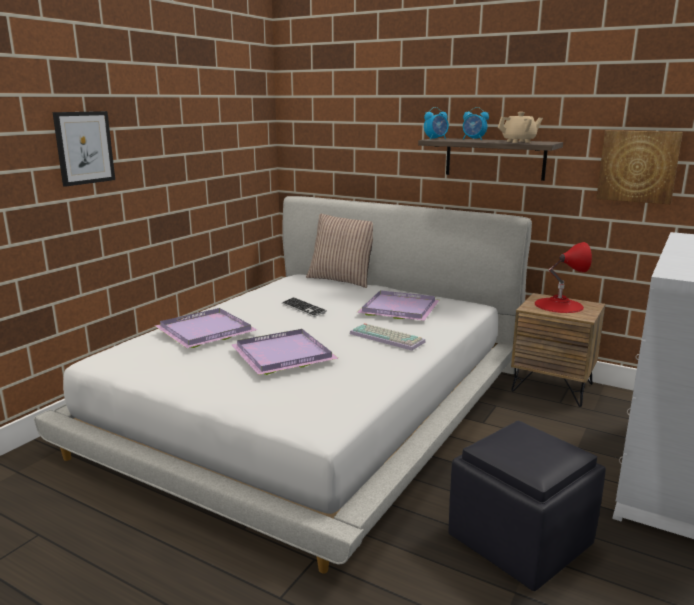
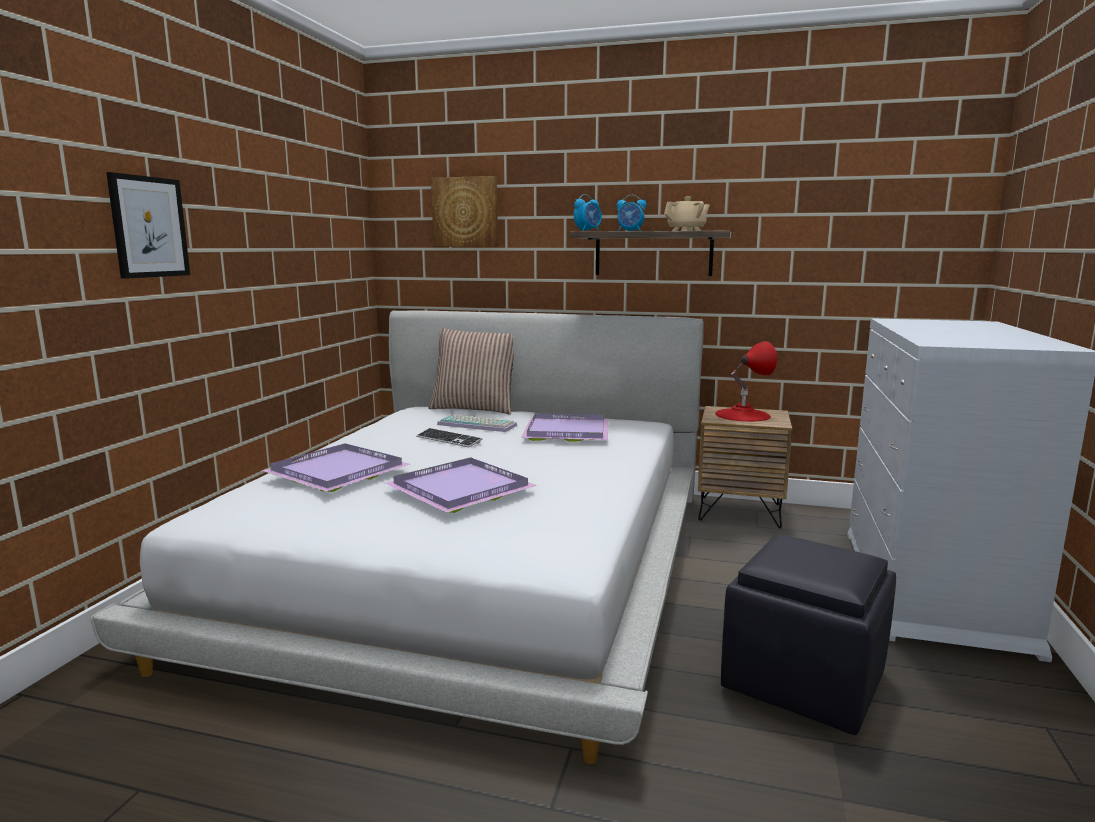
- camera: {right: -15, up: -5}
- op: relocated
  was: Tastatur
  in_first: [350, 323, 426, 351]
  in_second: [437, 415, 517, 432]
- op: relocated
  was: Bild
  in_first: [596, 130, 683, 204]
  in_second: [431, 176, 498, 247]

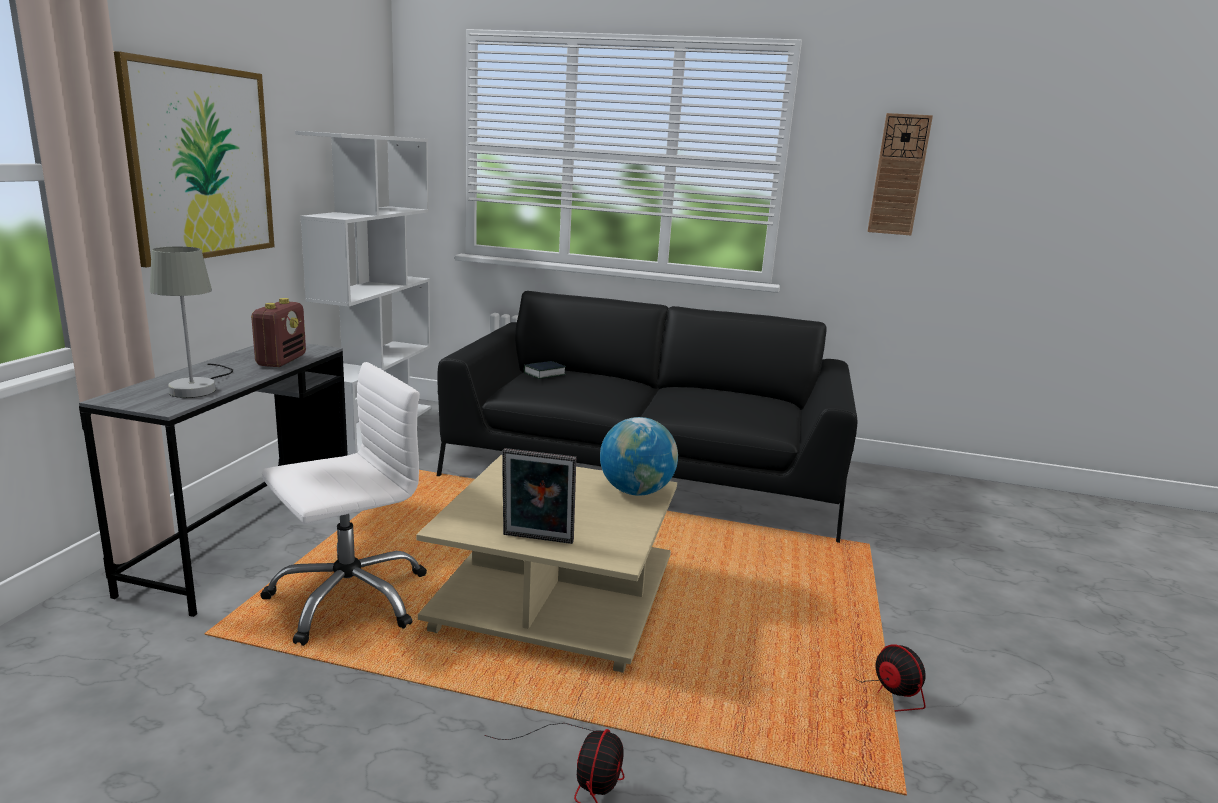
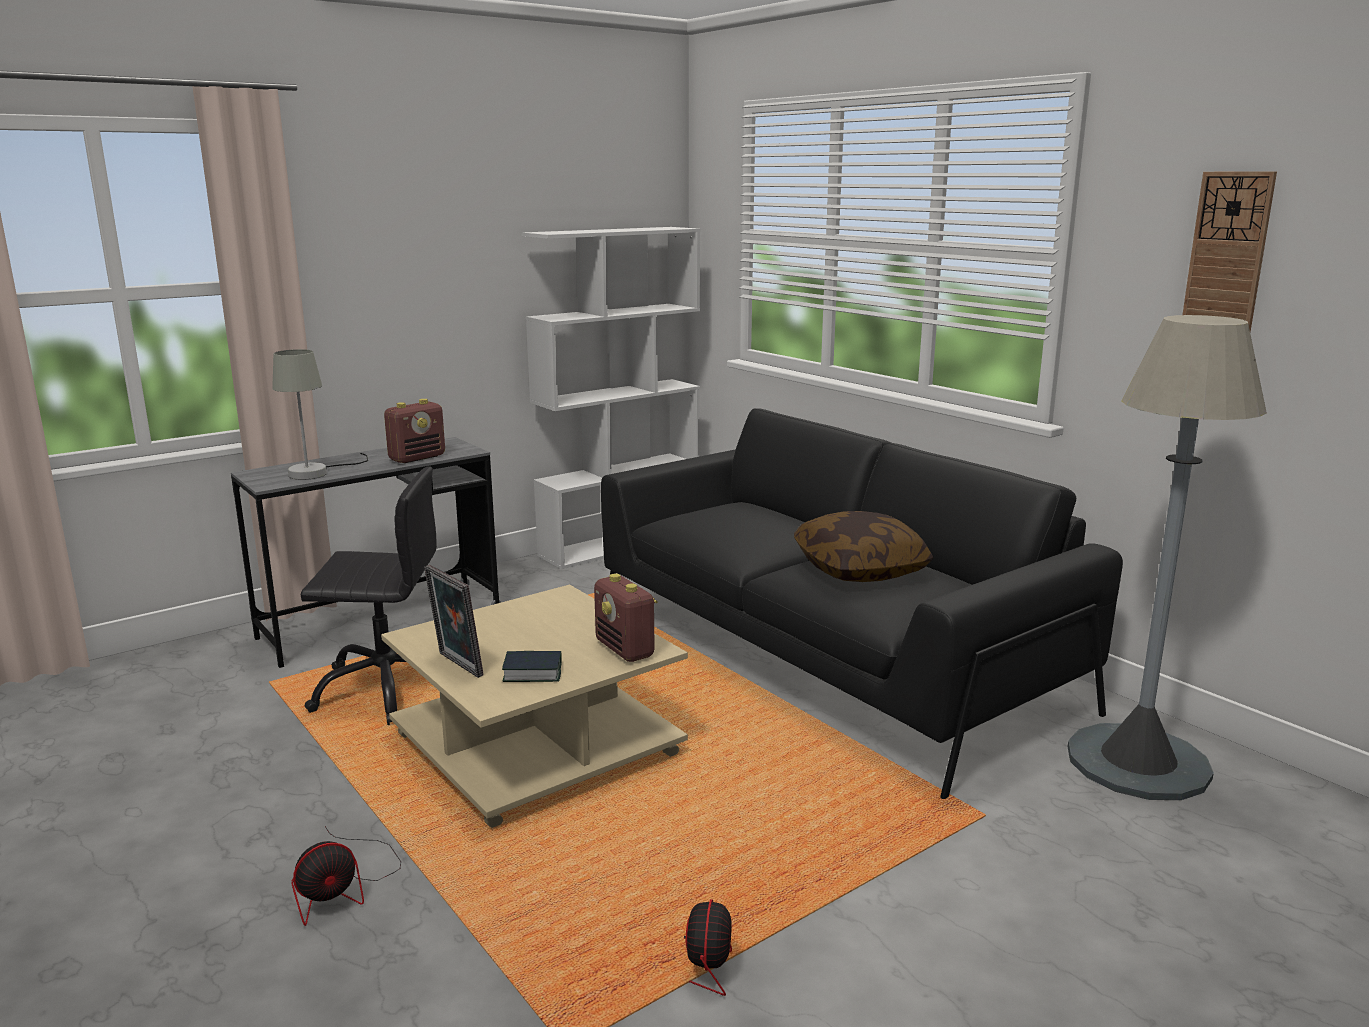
- camera: {right: 40, up: 0}
- op: missing
  was: Bild
  in_first: [114, 51, 275, 268]
- op: colour
  was: Bürostuhl (weiß)
  now: Bürostuhl (schwarz)
  in_first: [260, 362, 427, 646]
  in_second: [300, 466, 437, 725]
- op: relocated
  was: Buch
  in_first: [524, 361, 566, 379]
  in_second: [502, 651, 562, 682]
- op: exchanged
  was: Globus
  now: Radio
  in_first: [600, 417, 678, 496]
  in_second: [594, 573, 658, 662]
- op: appeared
  now: Kissen
  in_second: [794, 511, 933, 582]
- op: appeared
  now: Stehlampe (grau)
  in_second: [1068, 315, 1267, 800]

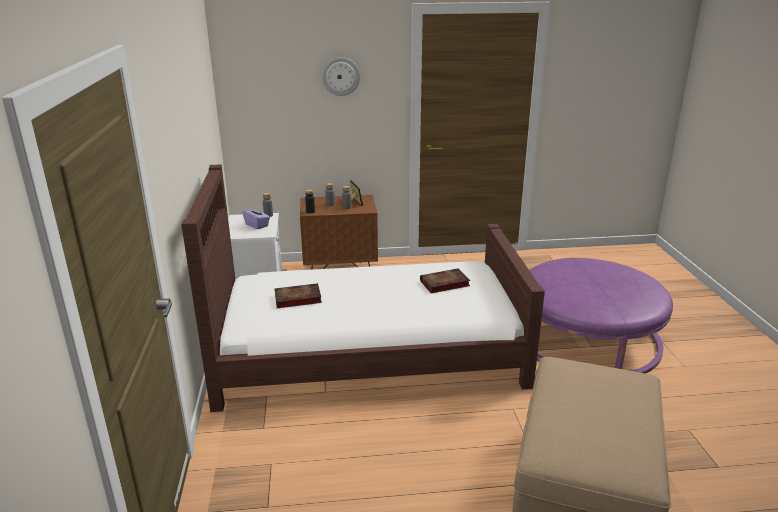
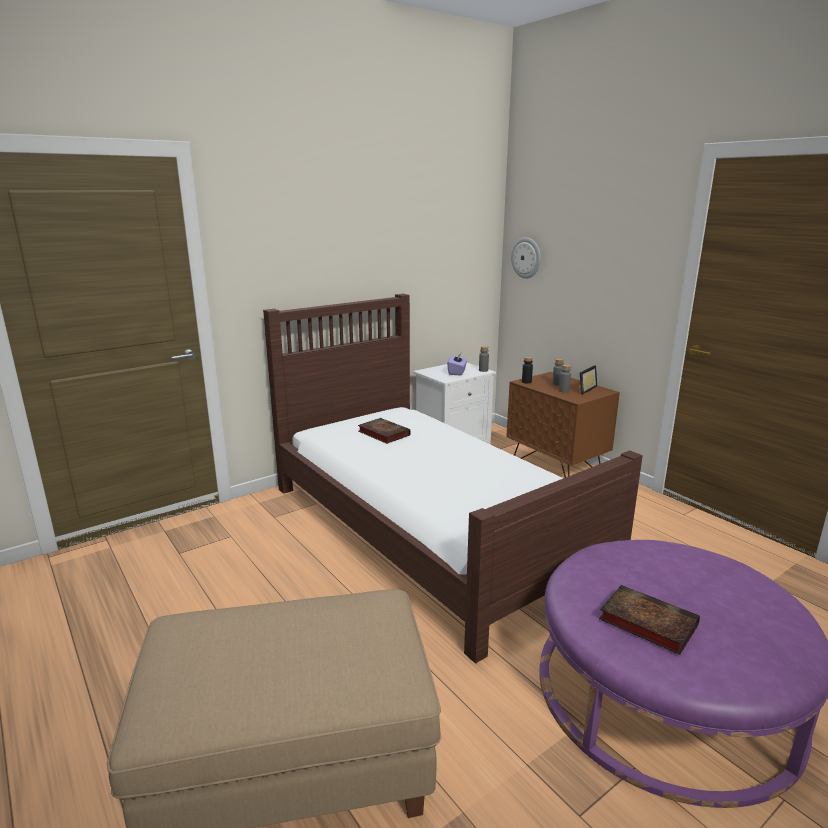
- camera: {right: 60, up: -5}
- op: relocated
  was: Wanduhr
  in_first: [322, 57, 360, 96]
  in_second: [511, 237, 541, 279]
- op: relocated
  was: Buch
  in_first: [420, 268, 470, 293]
  in_second: [599, 585, 700, 655]

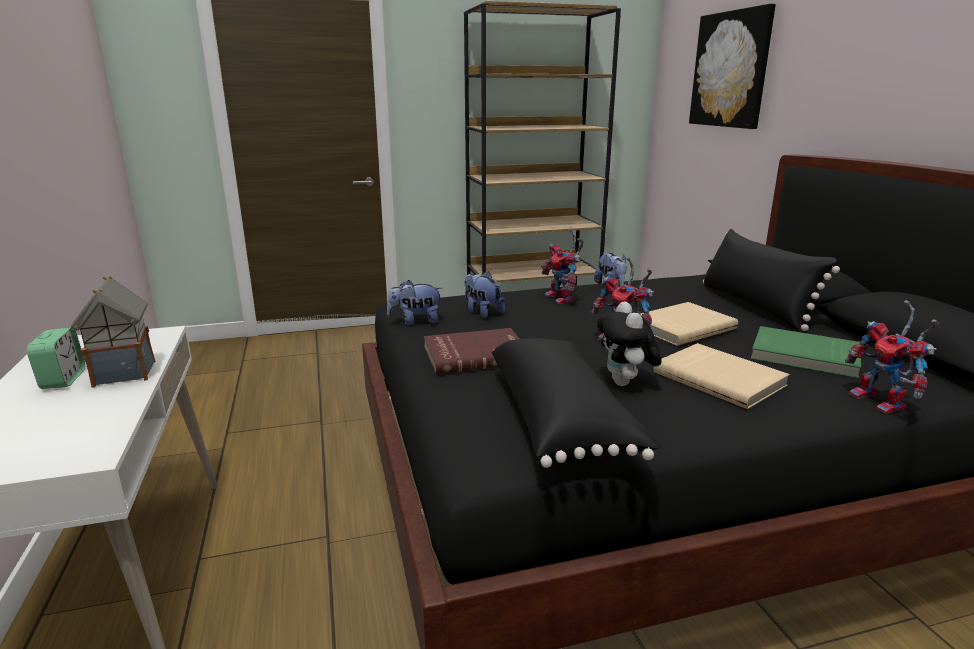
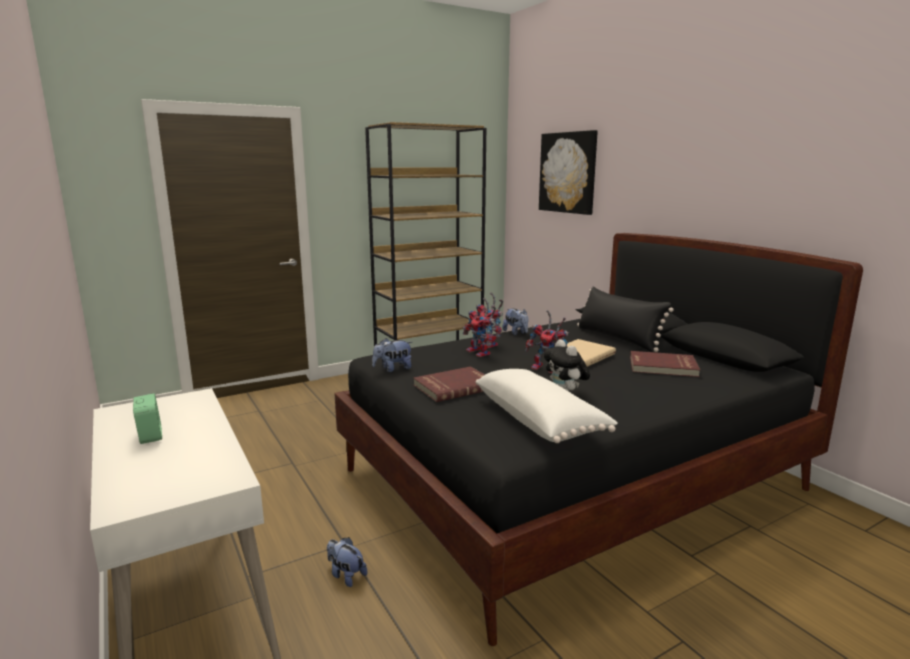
- camera: {right: -15, up: -5}
- op: missing
  was: Spielzeughaus
  in_first: [71, 276, 155, 388]
- op: relocated
  was: Plüschtier
  in_first: [465, 271, 505, 318]
  in_second: [327, 537, 367, 587]
- op: colour
  was: Kissen (schwarz)
  now: Kissen (weiß)
  in_first: [492, 338, 661, 468]
  in_second: [476, 369, 618, 443]
- op: missing
  was: Buch (beige)
  in_first: [654, 343, 790, 409]
- op: colour
  was: Buch (grün)
  now: Buch (rot)
  in_first: [751, 326, 861, 378]
  in_second: [630, 351, 700, 377]
- op: relocated
  was: Spielzeugroboter
  in_first: [845, 300, 939, 413]
  in_second: [463, 298, 496, 357]

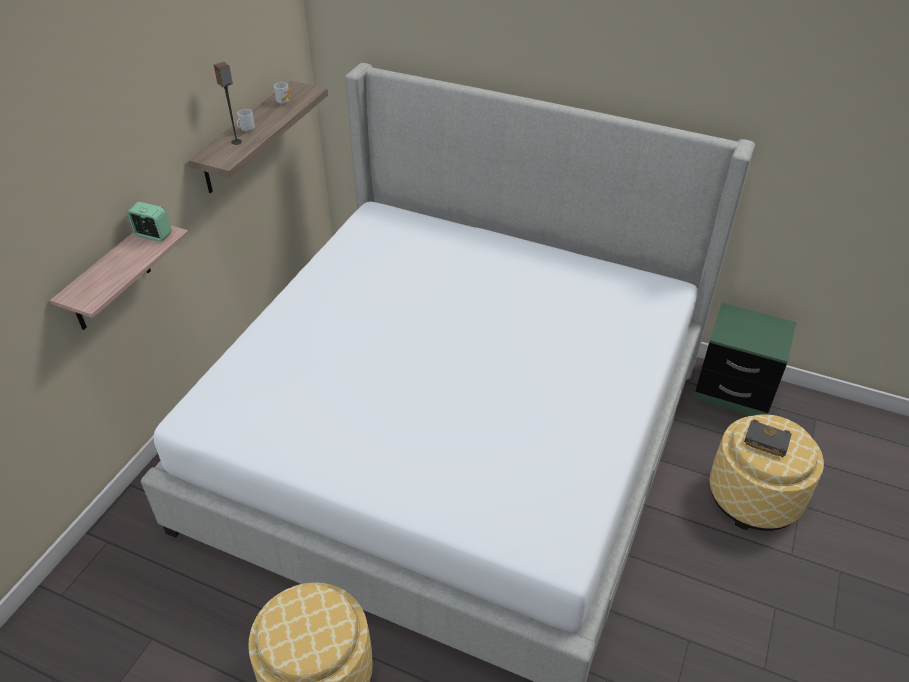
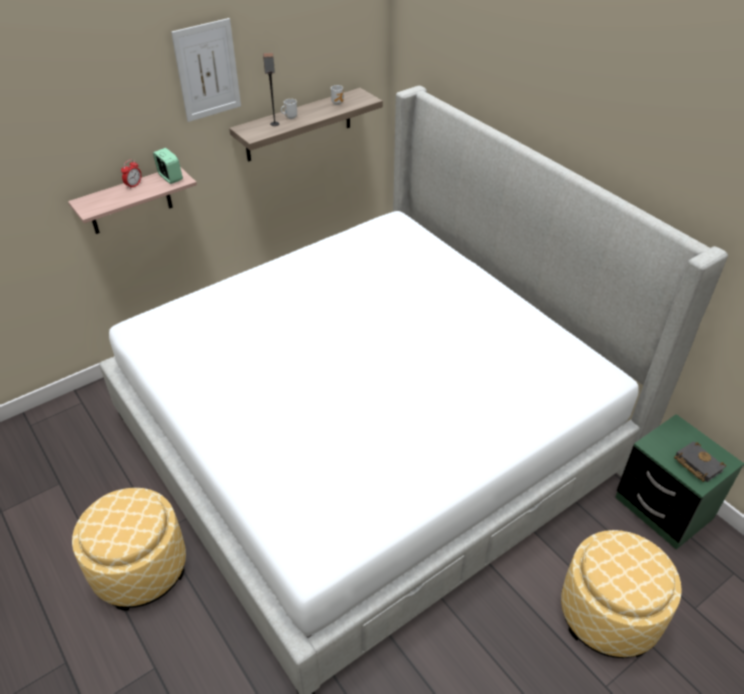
- camera: {right: 30, up: 0}
- op: relocated
  was: Buch (schwarz)
  in_first: [744, 419, 792, 457]
  in_second: [674, 441, 726, 482]
- op: appeared
  now: Wecker
  in_second: [121, 160, 142, 189]
- op: appeared
  now: Bild
  in_second: [171, 18, 241, 122]

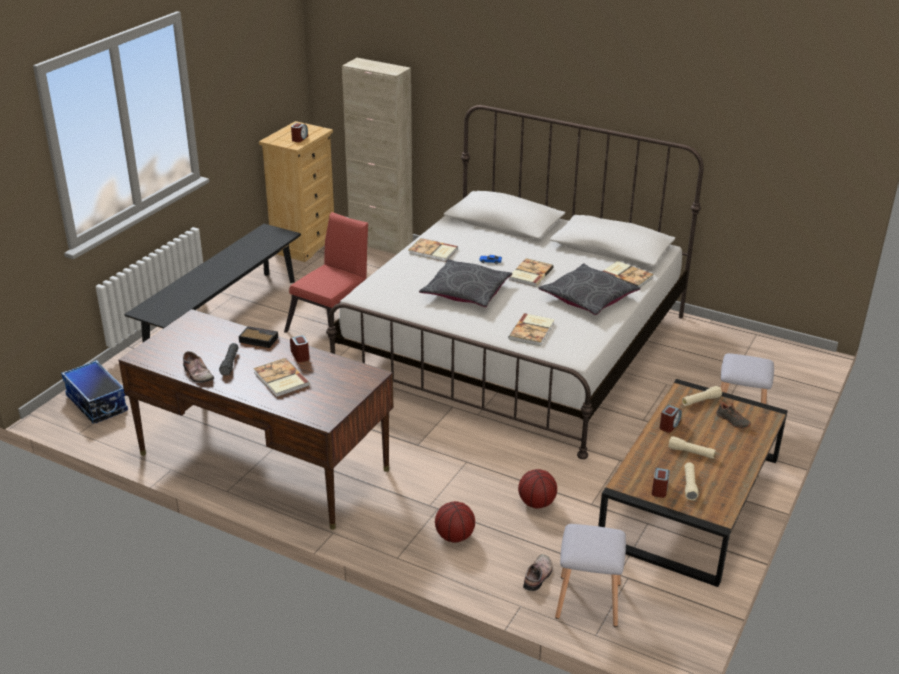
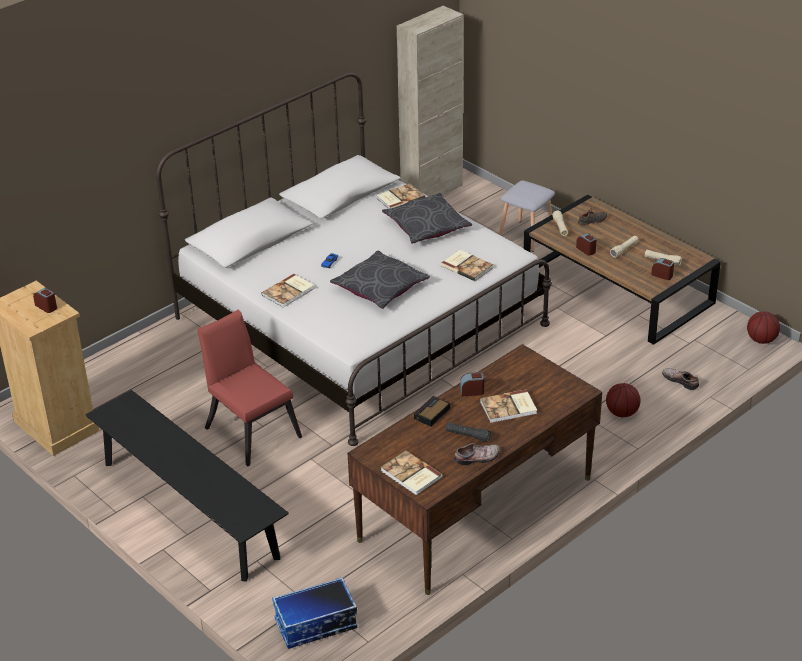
- camera: {right: -70, up: 5}
- op: relocated
  was: Schrank (beige)
  in_first: [342, 58, 413, 254]
  in_second: [397, 6, 463, 196]
- op: relocated
  was: Buch
  in_first: [509, 258, 554, 287]
  in_second: [381, 450, 443, 496]
- op: relocated
  was: Basketball
  in_first: [518, 469, 557, 509]
  in_second: [747, 312, 780, 344]
- op: missing
  was: Hocker (grau)
  in_first: [555, 524, 626, 627]

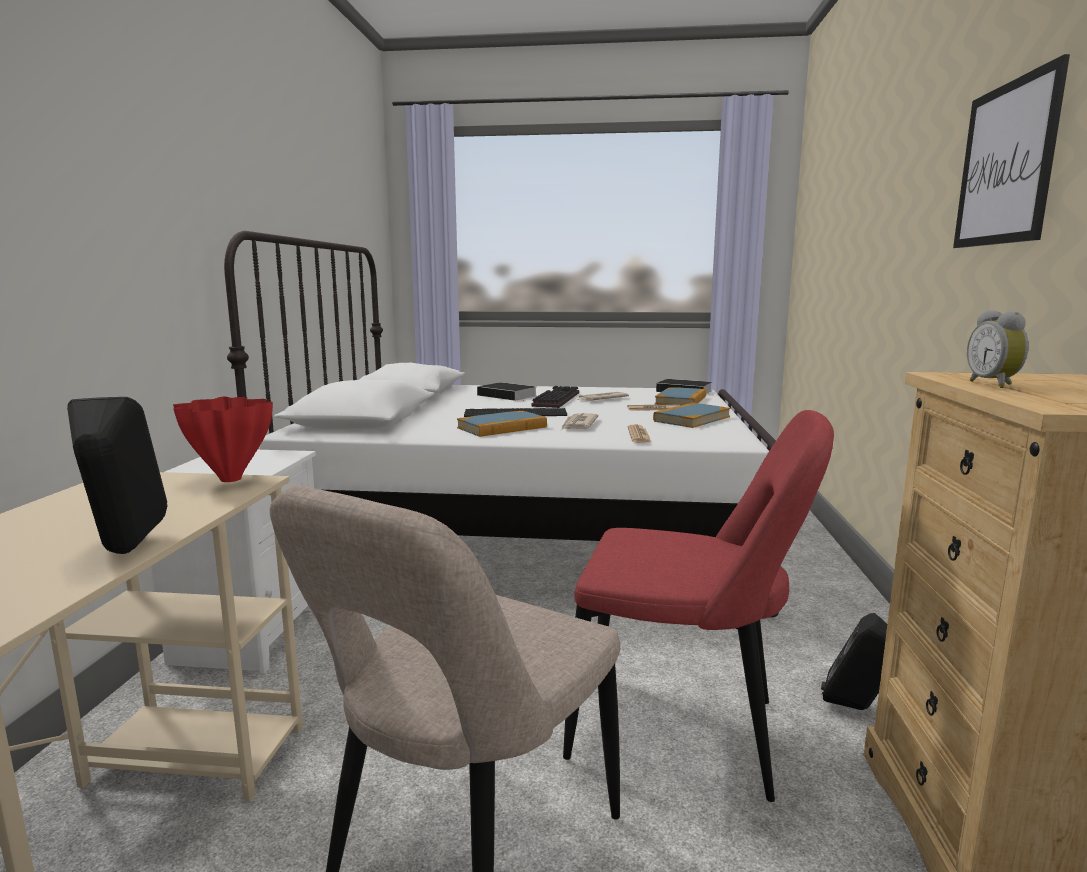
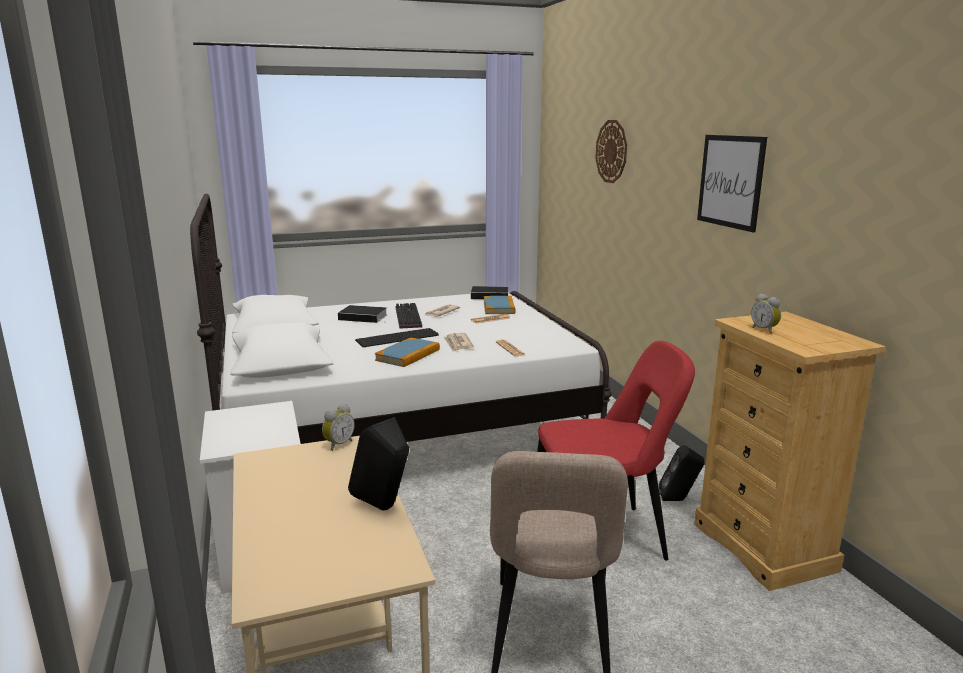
- camera: {right: -25, up: 5}
- op: exchanged
  was: Vase (rot)
  now: Wecker
  in_first: [173, 397, 273, 482]
  in_second: [322, 404, 355, 451]
- op: missing
  was: Buch
  in_first: [653, 403, 730, 428]
- op: appeared
  now: Wanduhr
  in_second: [595, 120, 627, 183]

